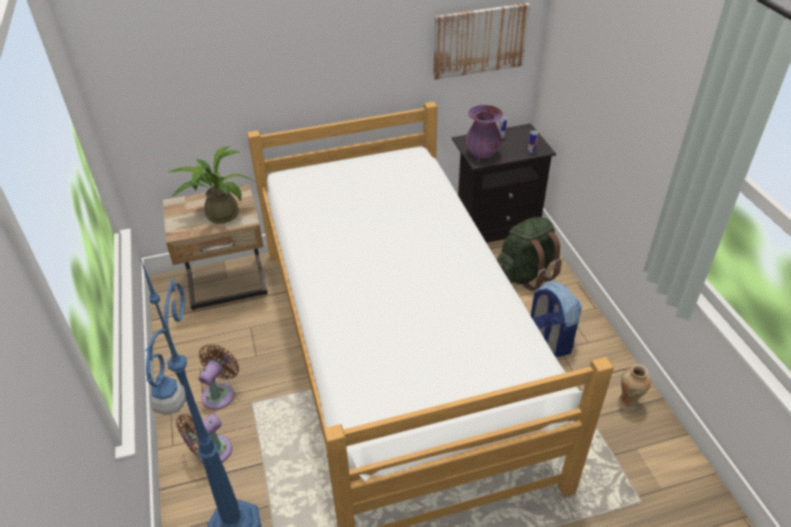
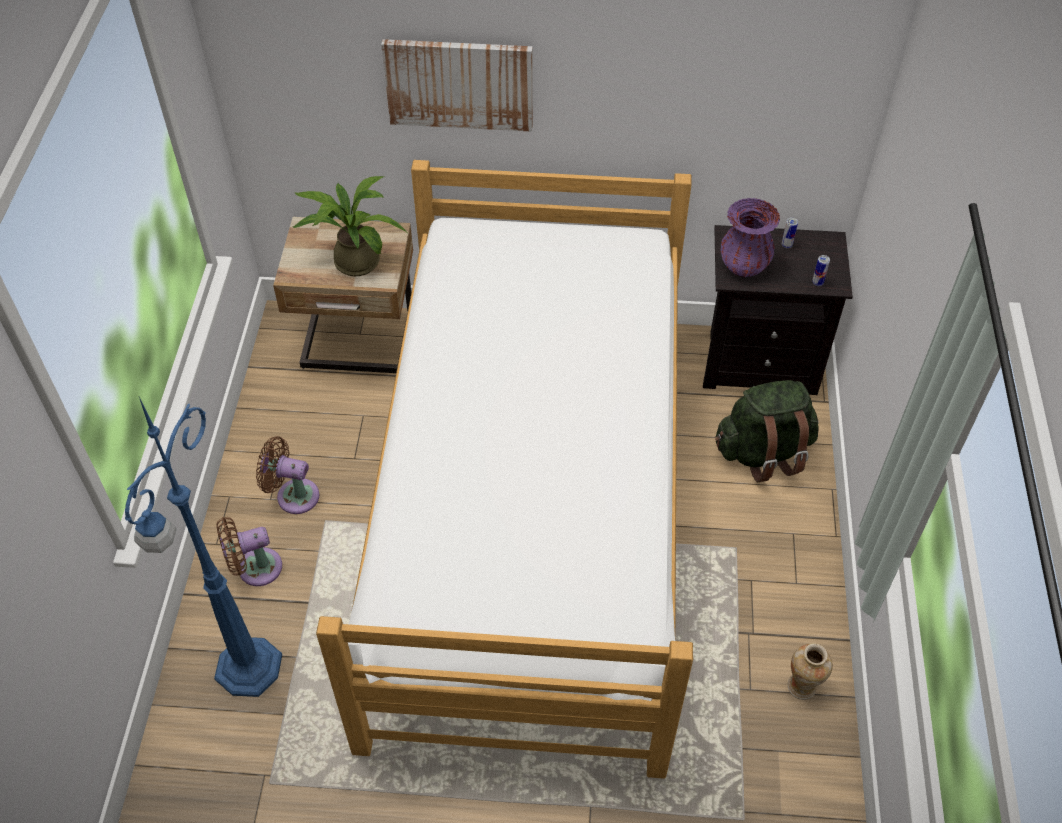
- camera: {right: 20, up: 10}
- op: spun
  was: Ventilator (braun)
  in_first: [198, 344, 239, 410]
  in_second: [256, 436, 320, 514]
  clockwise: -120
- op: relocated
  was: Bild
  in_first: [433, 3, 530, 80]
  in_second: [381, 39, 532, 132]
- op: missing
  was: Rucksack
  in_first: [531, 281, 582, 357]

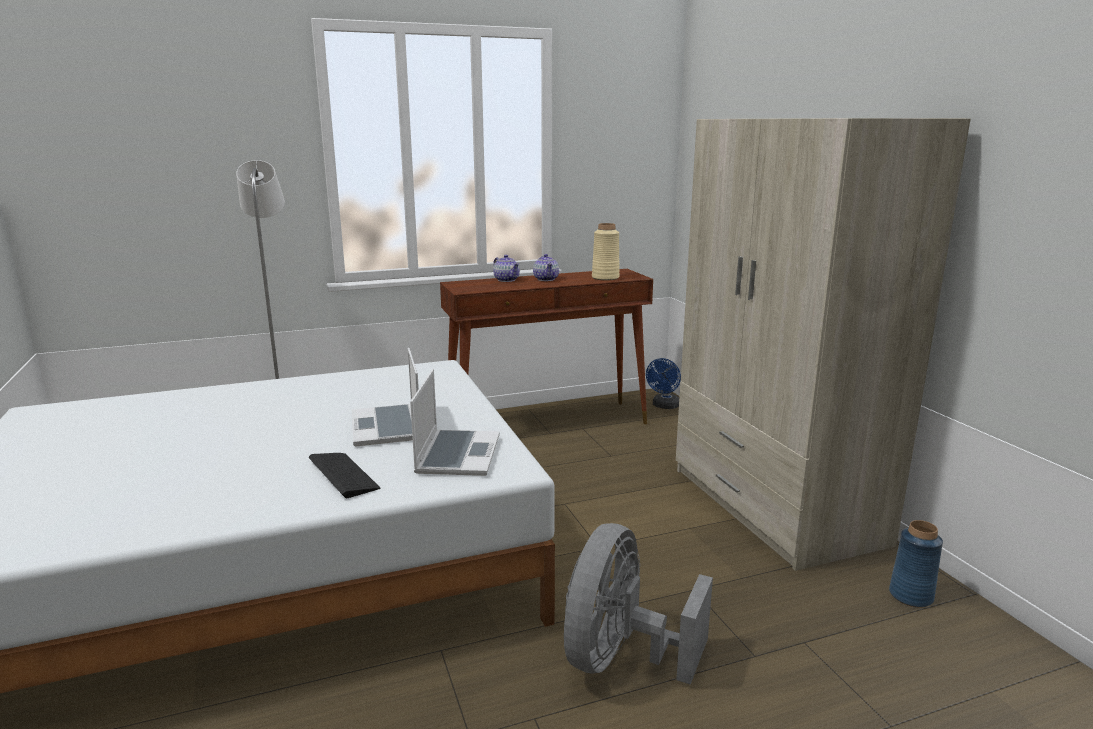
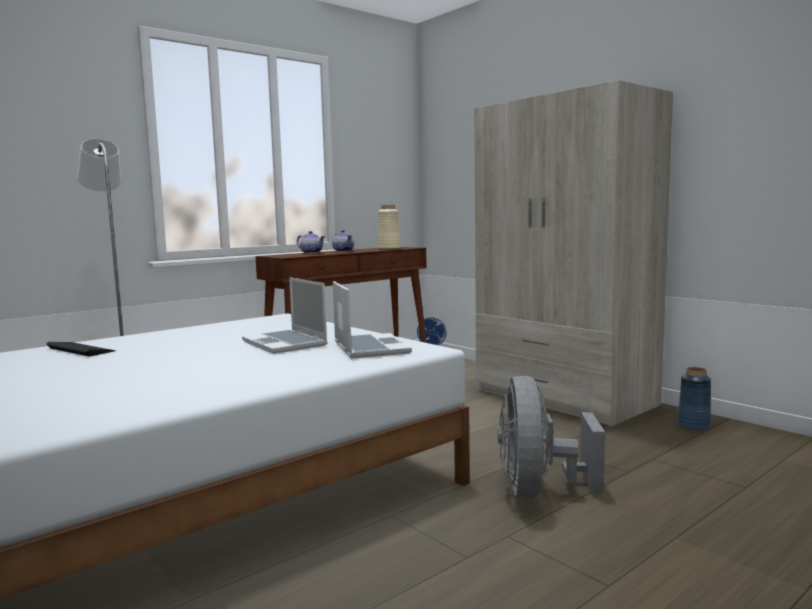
- camera: {right: -20, up: -10}
- op: relocated
  was: Tastatur
  in_first: [309, 453, 380, 498]
  in_second: [46, 342, 116, 356]

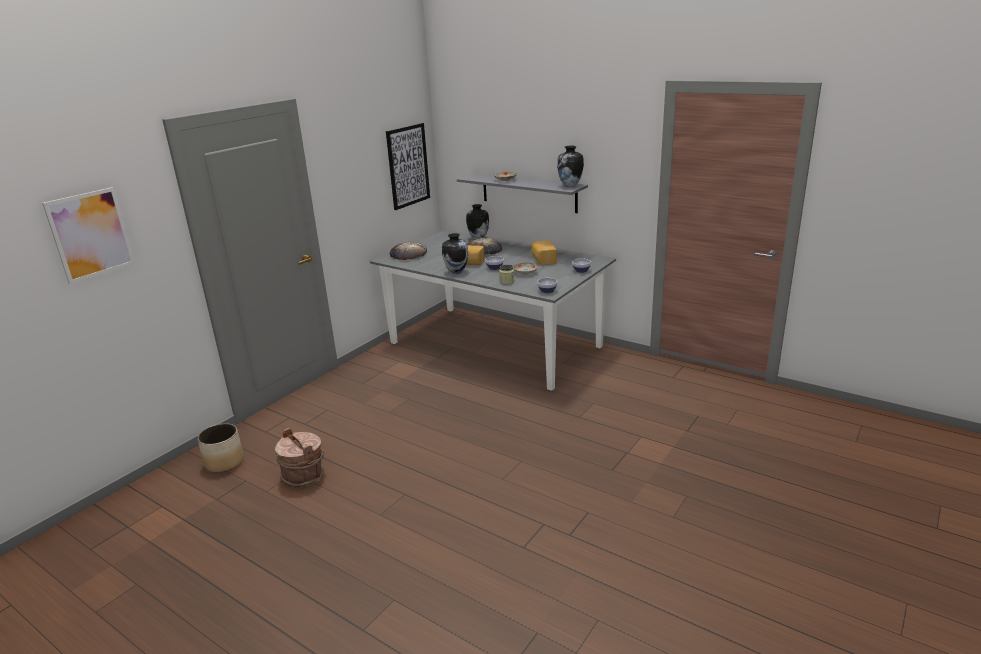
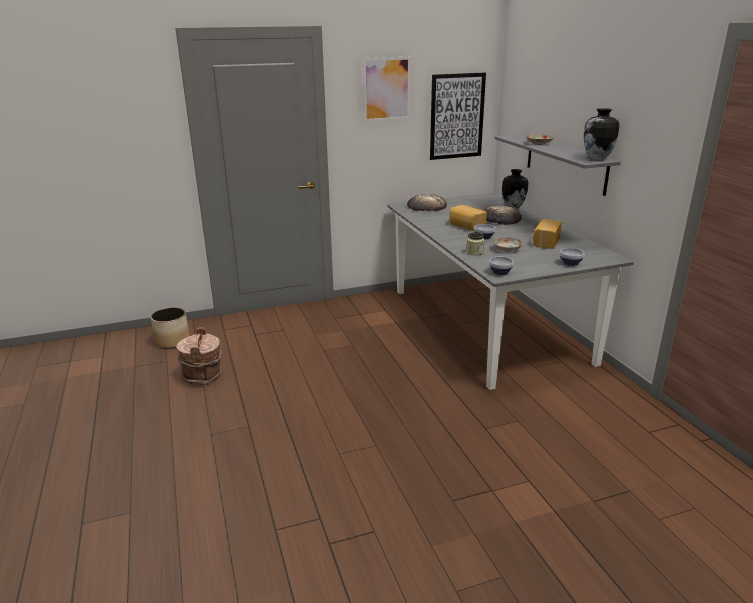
- camera: {right: 35, up: 0}
- op: relocated
  was: Bild
  in_first: [42, 187, 135, 284]
  in_second: [362, 57, 411, 122]
- op: missing
  was: Vase
  in_first: [442, 233, 468, 274]

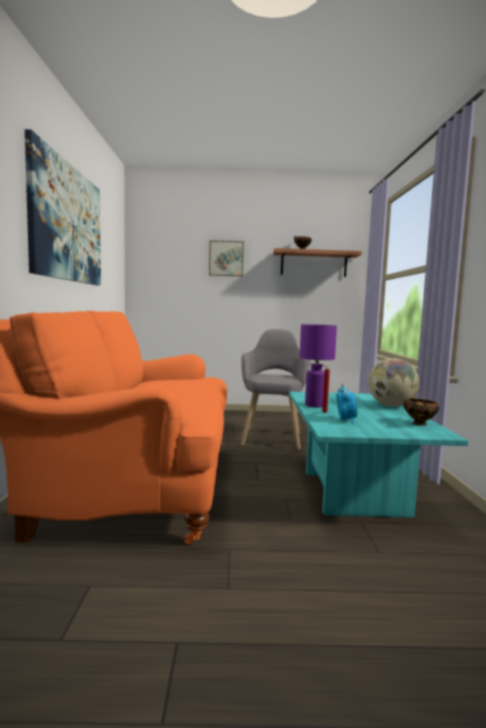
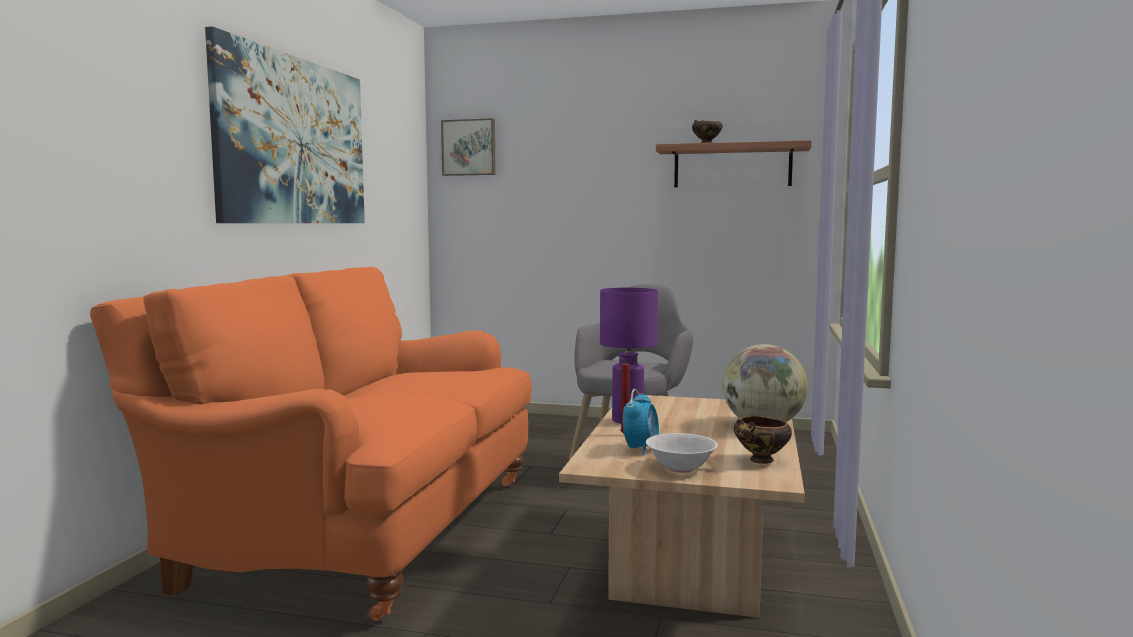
- camera: {right: 15, up: 0}
- op: relocated
  was: Bild
  in_first: [209, 240, 244, 276]
  in_second: [441, 118, 496, 176]
- op: colour
  was: Couchtisch (türkis)
  now: Couchtisch (beige)
  in_first: [289, 392, 468, 517]
  in_second: [559, 395, 805, 618]
- op: appeared
  now: Schüssel (weiß)
  in_second: [646, 433, 718, 473]

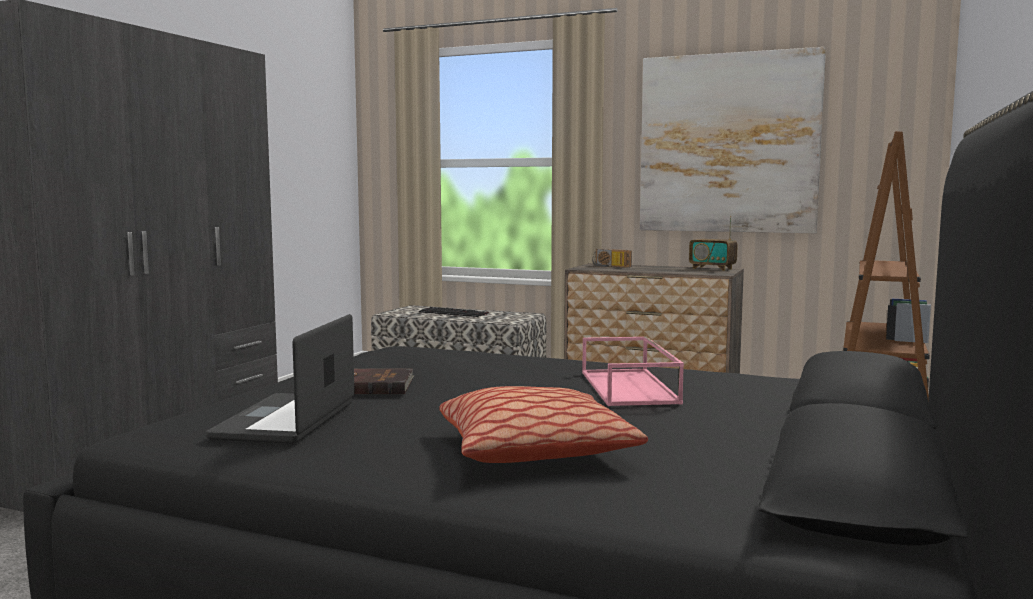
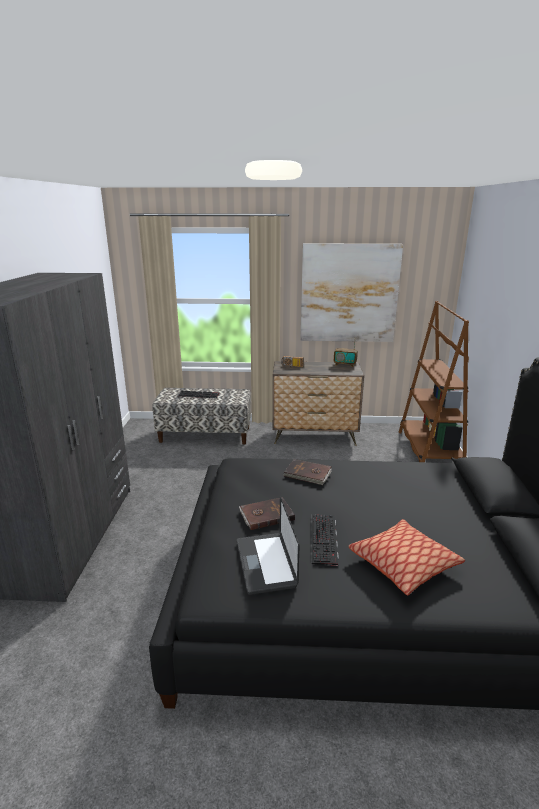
- camera: {right: -20, up: 15}
- op: missing
  was: Tablett (rosa)
  in_first: [582, 337, 684, 406]
- op: appeared
  now: Buch (braun)
  in_second: [284, 459, 332, 485]
- op: appeared
  now: Tastatur
  in_second: [312, 514, 339, 566]

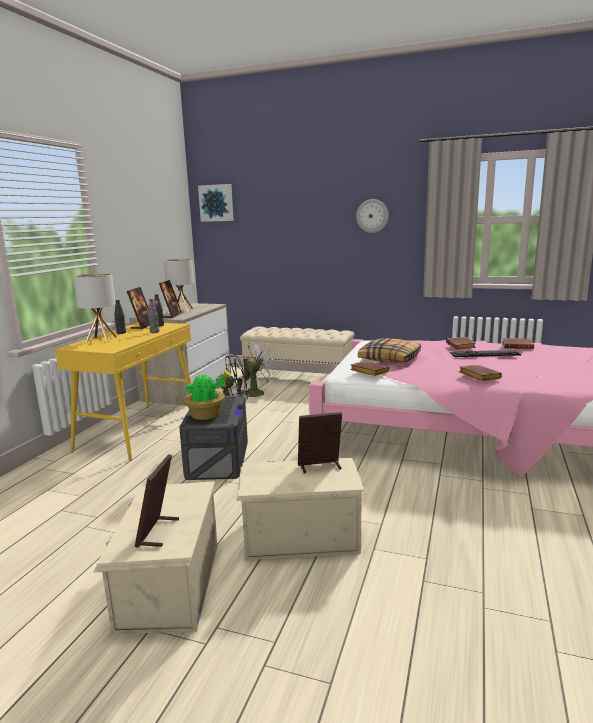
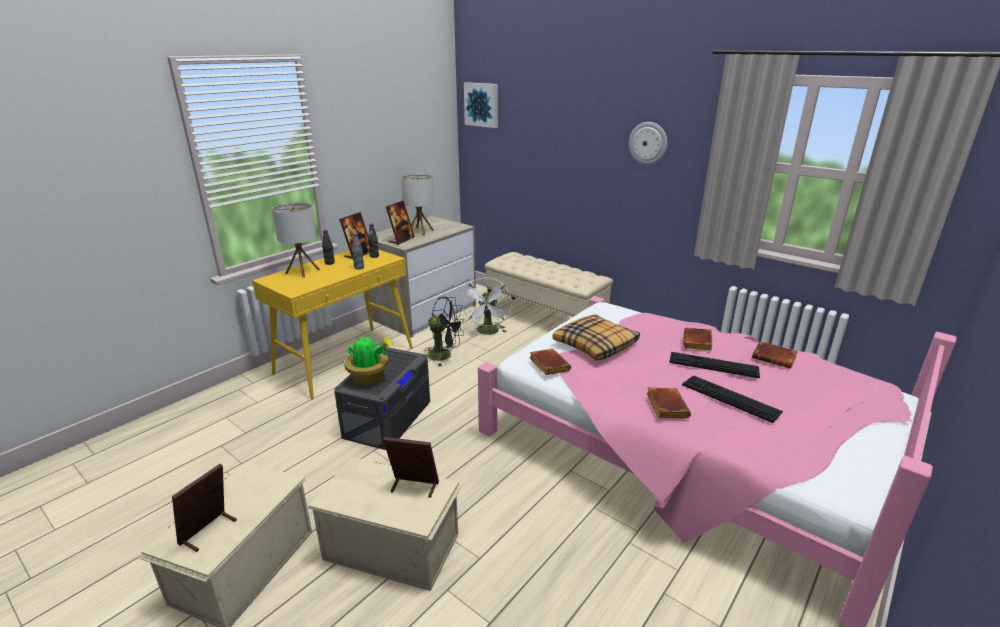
- camera: {right: 20, up: 10}
- op: spun
  was: Ventilator (weiß)
  in_first: [242, 340, 277, 397]
  in_second: [462, 277, 512, 335]
  clockwise: 105
- op: appeared
  now: Tastatur
  in_second: [682, 375, 783, 423]

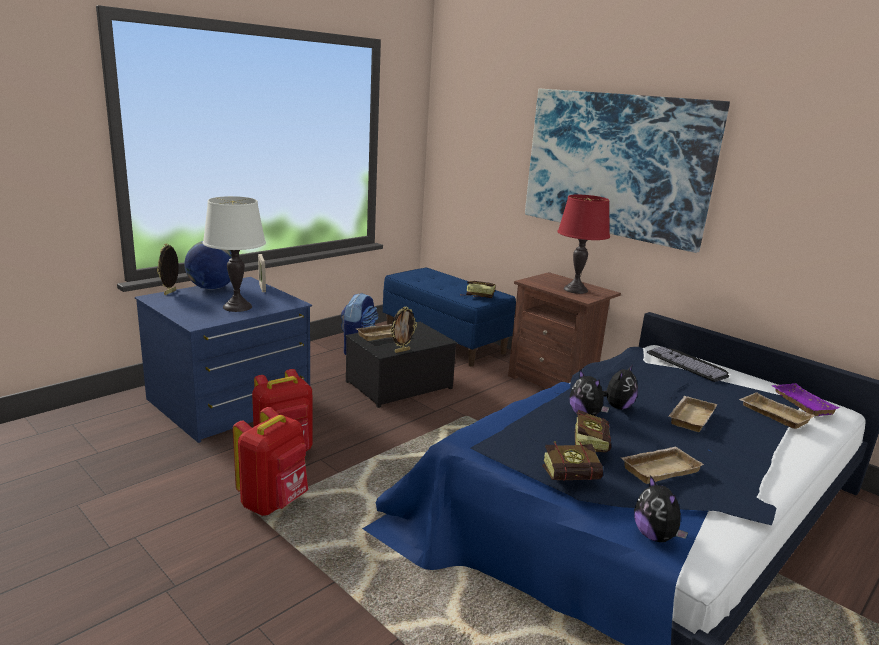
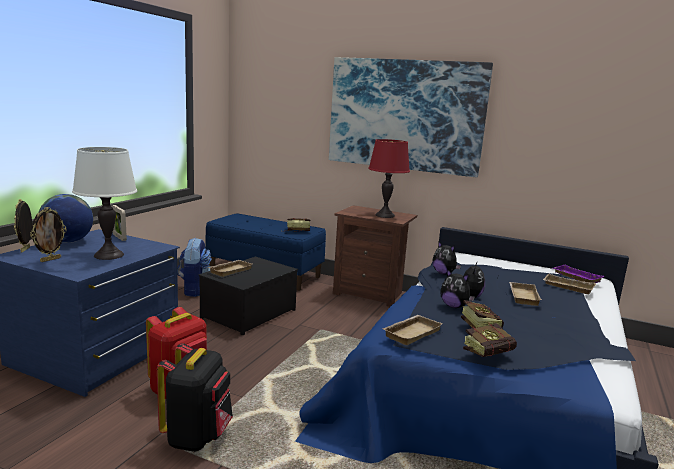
- camera: {right: -20, up: -5}
- op: colour
  was: Rucksack (rot)
  now: Rucksack (schwarz)
  in_first: [233, 407, 308, 516]
  in_second: [157, 343, 233, 452]
- op: relocated
  was: Bilderrahmen
  in_first: [391, 307, 417, 353]
  in_second: [30, 207, 67, 262]
- op: relocated
  was: Tablett (beige)
  in_first: [622, 447, 704, 484]
  in_second: [382, 315, 442, 345]
- op: relocated
  was: Plüschtier
  in_first: [634, 475, 688, 542]
  in_second: [433, 242, 461, 275]
- op: missing
  was: Tastatur
  in_first: [647, 346, 729, 382]

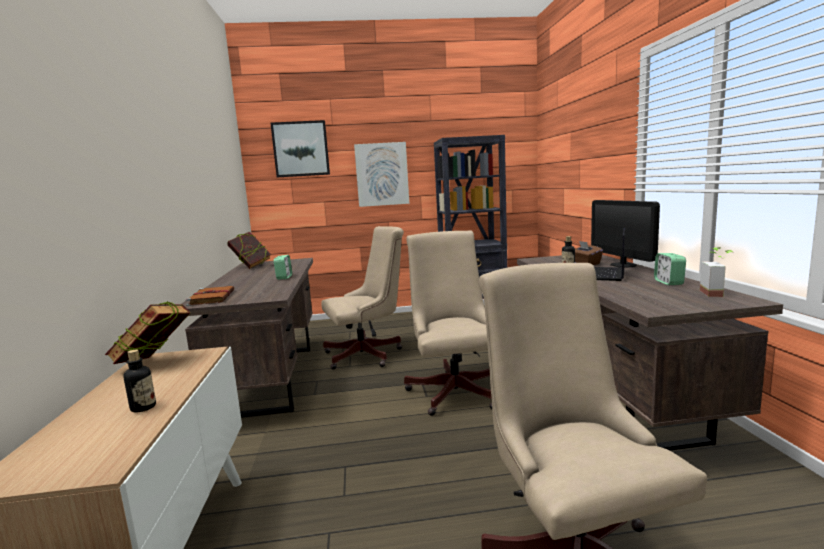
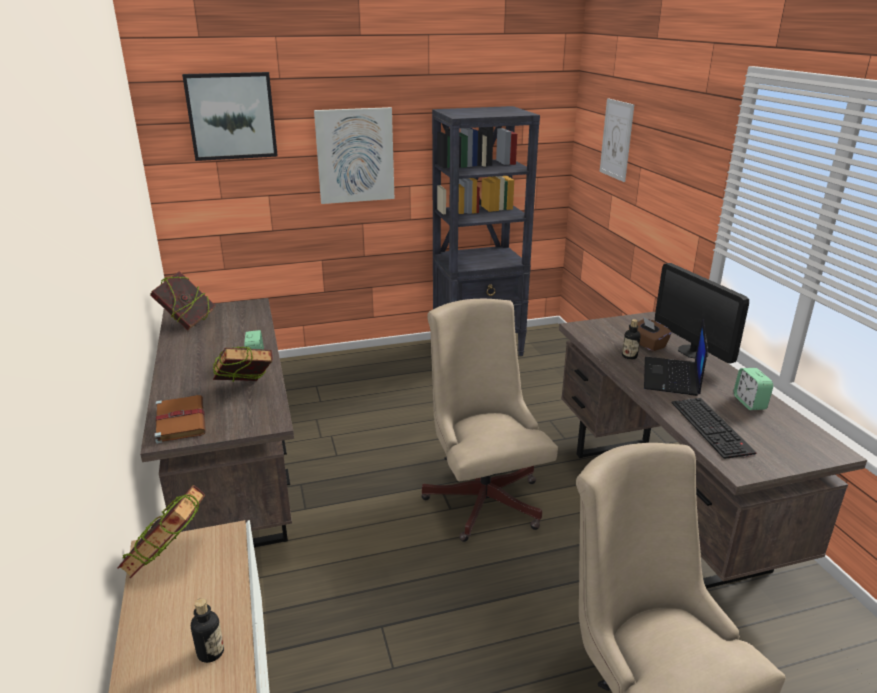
- camera: {right: -10, up: 15}
- op: missing
  was: Bürostuhl (beige)
  in_first: [321, 226, 404, 370]
- op: missing
  was: Topfpflanze
  in_first: [700, 247, 732, 297]
- op: appeared
  now: Buch
  in_second: [213, 346, 273, 382]
- op: appeared
  now: Bild
  in_second: [600, 98, 634, 182]
- op: appeared
  now: Tastatur
  in_second: [672, 398, 757, 459]

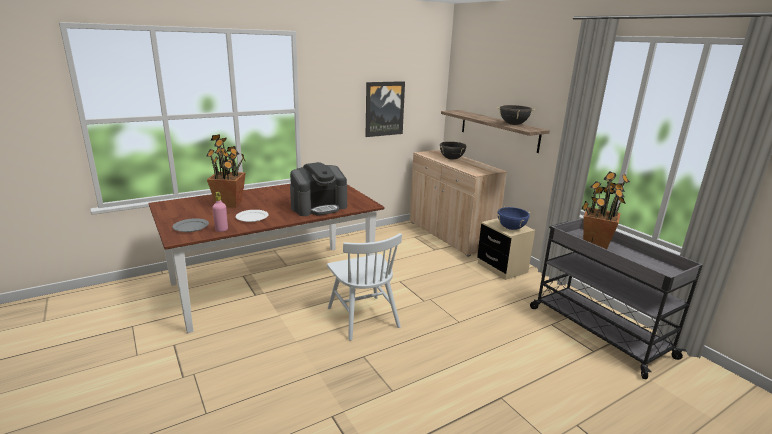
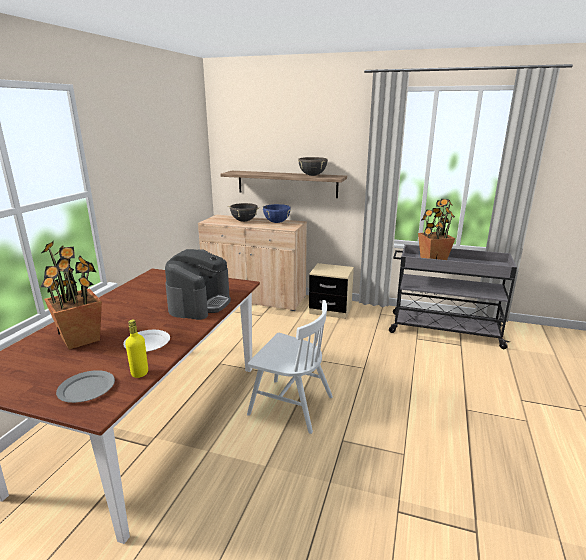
- camera: {right: -40, up: 0}
- op: colour
  was: Flasche (rosa)
  now: Flasche (gelb)
  in_first: [212, 192, 228, 232]
  in_second: [125, 320, 148, 378]
- op: missing
  was: Bild
  in_first: [365, 81, 405, 137]
- op: relocated
  was: Kochtopf (blau)
  in_first: [496, 207, 531, 230]
  in_second: [263, 204, 291, 223]

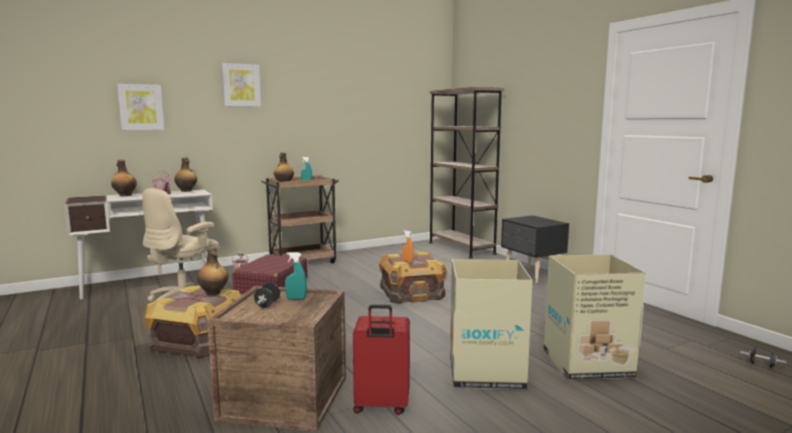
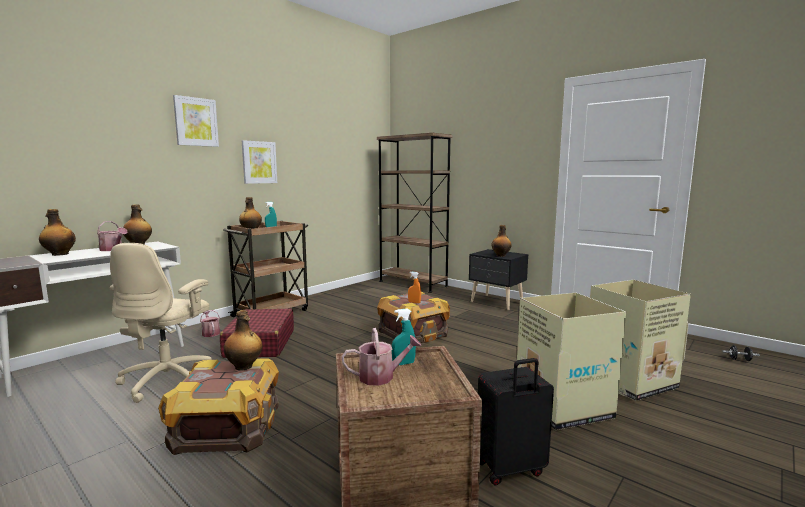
- camera: {right: -20, up: 0}
- op: relocated
  was: Bild
  in_first: [117, 84, 164, 130]
  in_second: [242, 140, 277, 184]
- op: exchanged
  was: Hantel (schwarz)
  now: Gießkanne
  in_first: [254, 283, 280, 308]
  in_second: [342, 328, 422, 386]
- op: colour
  was: Koffer (rot)
  now: Koffer (schwarz)
  in_first: [353, 305, 410, 415]
  in_second: [478, 358, 554, 486]
- op: appeared
  now: Flasche
  in_second: [491, 225, 512, 257]

